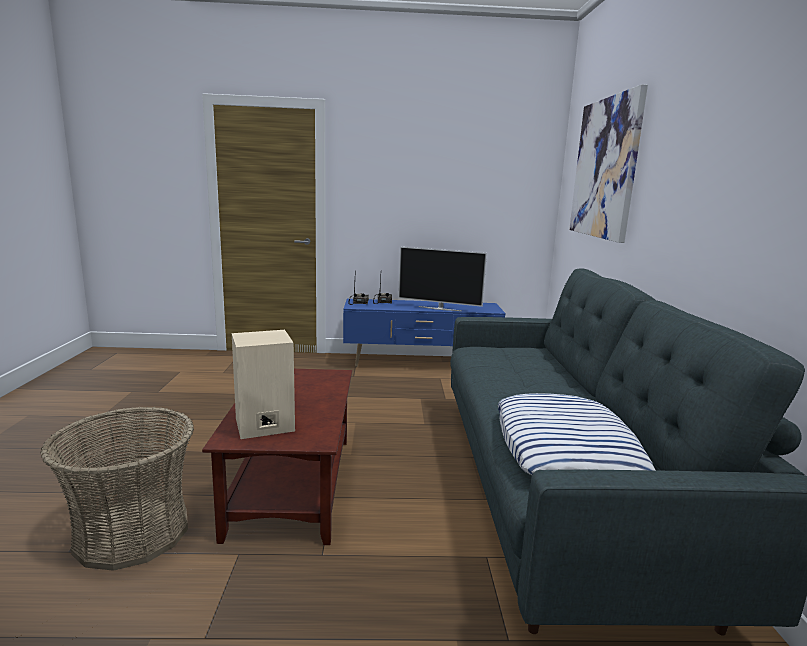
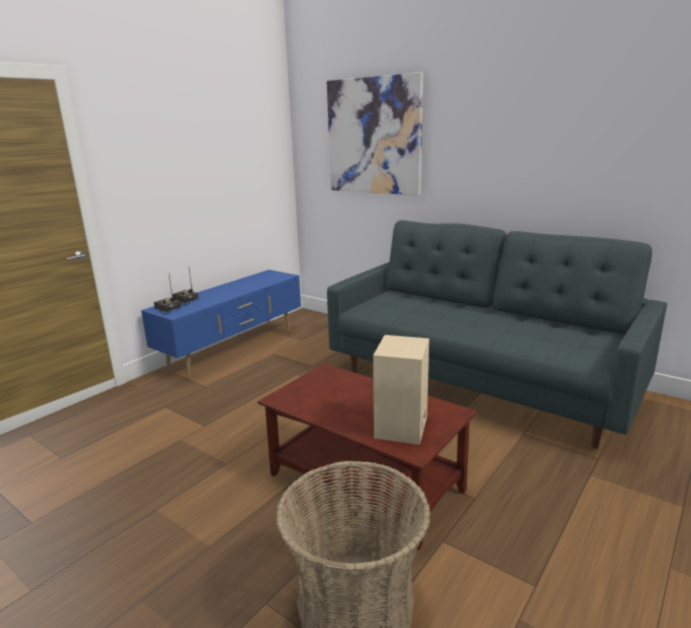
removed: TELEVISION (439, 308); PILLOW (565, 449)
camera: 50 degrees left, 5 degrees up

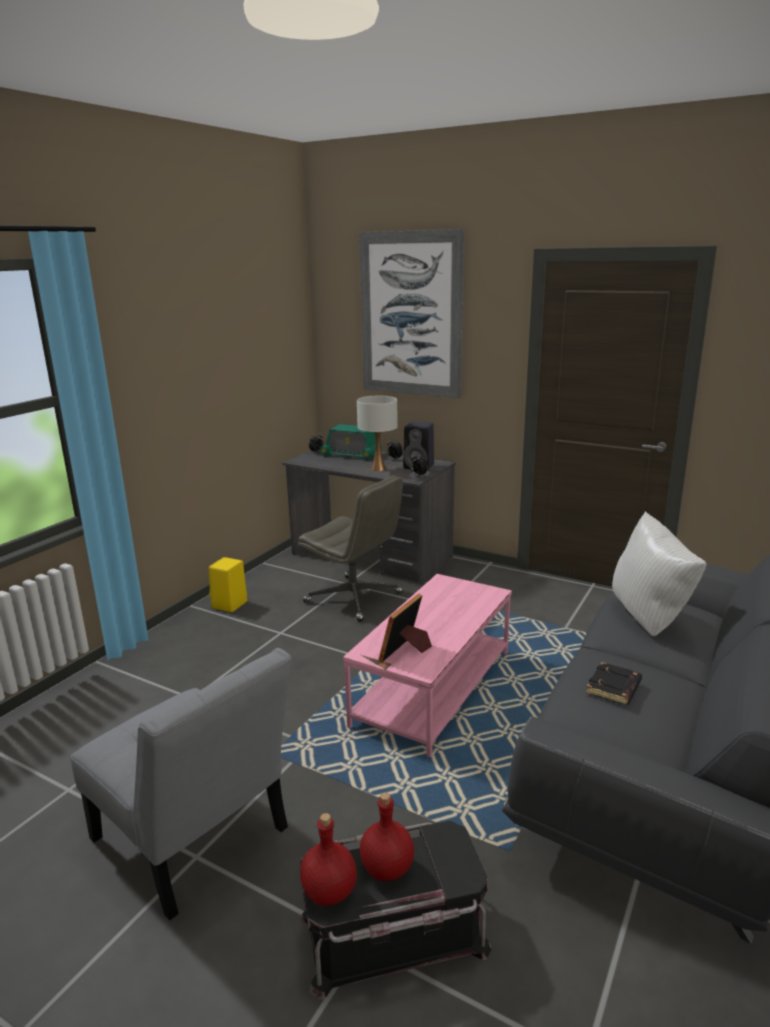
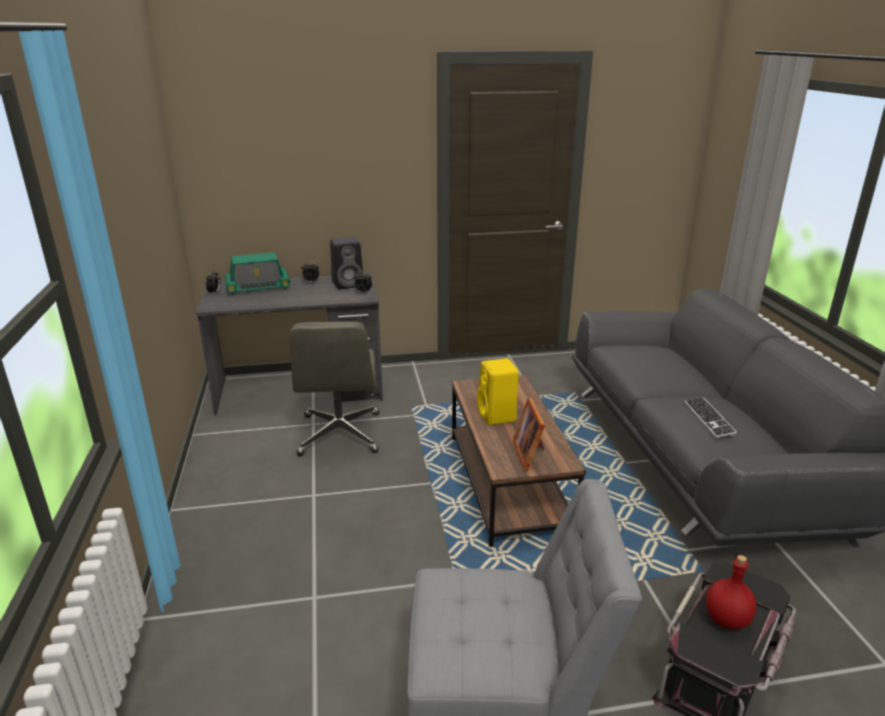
removed: RED BOTTLE (330, 892); WHITE TABLE LAMP (378, 468); PICTURE (411, 315); WHITE PILLOW (649, 617)
moved: YELLOW SPEAKER (229, 605) to (497, 416)
replaced: BLACK BOOK (614, 688) to KEYBOARD (709, 418)
recoloured: PINK COFFEE TABLE (434, 688) to BROWN COFFEE TABLE (509, 483)
turned: GREY OFFICE CHAIR (355, 598) = (340, 435) 90 degrees clockwise
camera: 40 degrees left, 5 degrees up

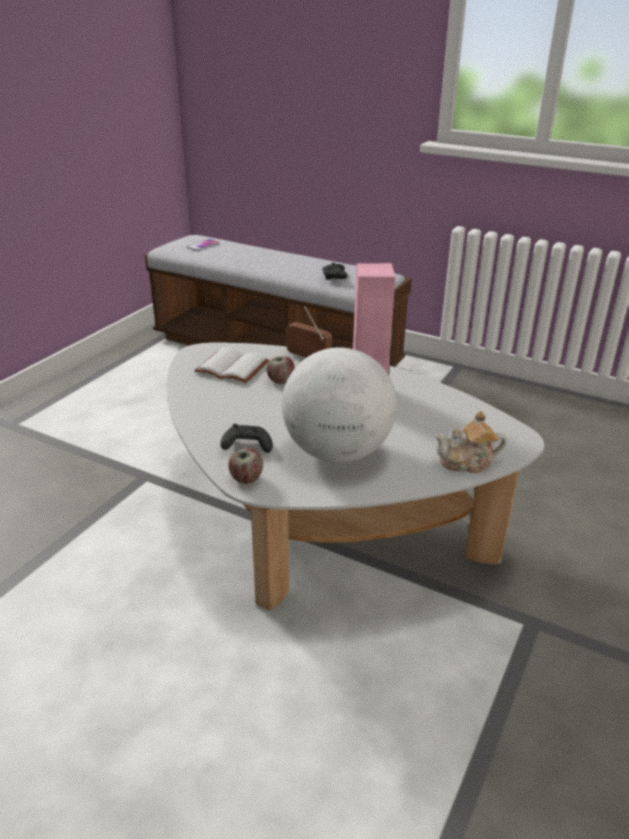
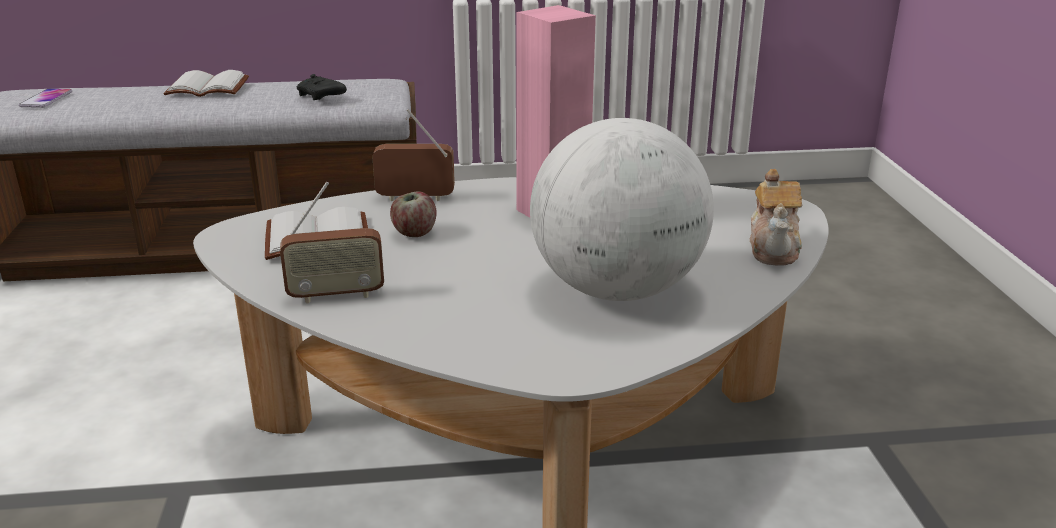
removed: BLACK GAME CONTROLLER (246, 446); APPLE (246, 479)
added: WHITE BOOK (209, 87); RADIO (336, 295)
turned: TEAPOT (467, 463) = (774, 248) 45 degrees counterclockwise
camera: 35 degrees left, 5 degrees down

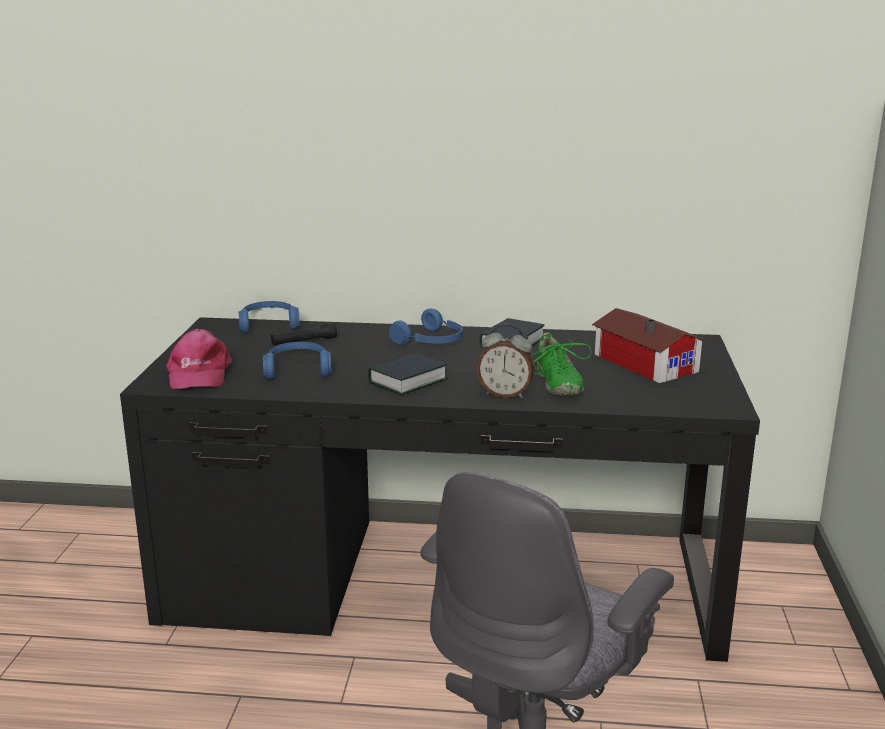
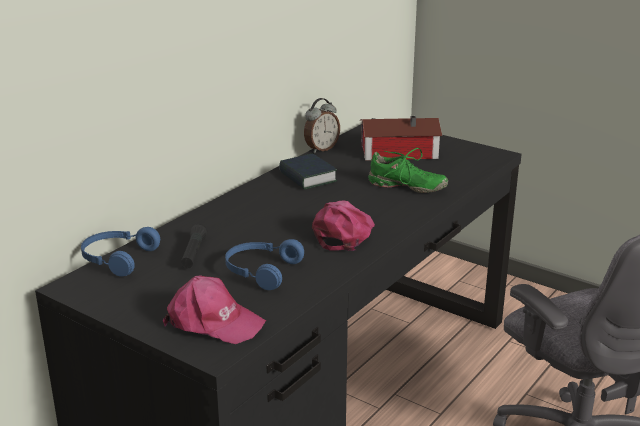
removed: BLUE HEADPHONES (431, 341)
moved: ALARM CLOCK (505, 394) to (321, 149)
replaced: BOOK (408, 381) to PINK CAP (344, 233)
camera: 60 degrees left, 5 degrees up

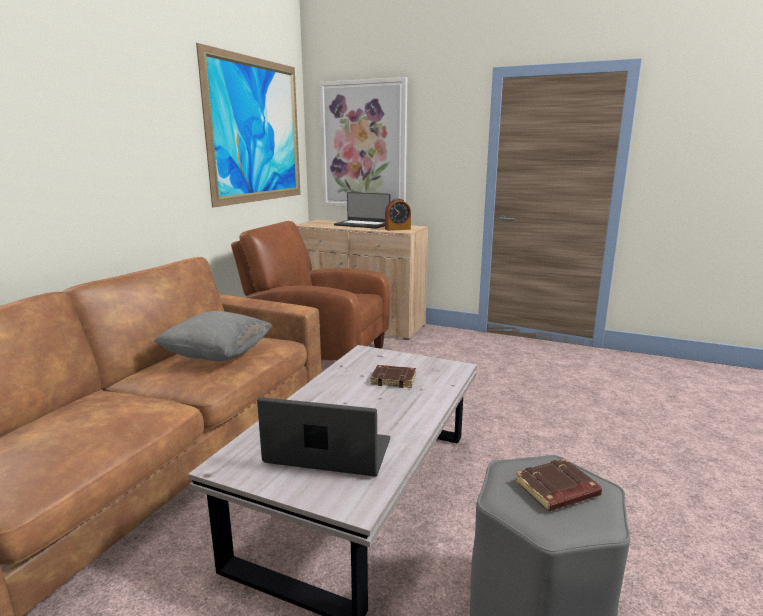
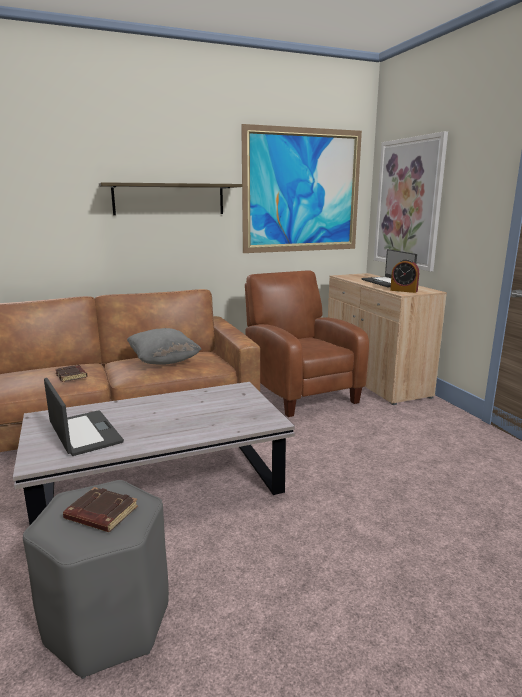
added: SHELF (169, 199)
moved: BROWN BOOK (394, 379) to (72, 376)
camera: 45 degrees right, 0 degrees up

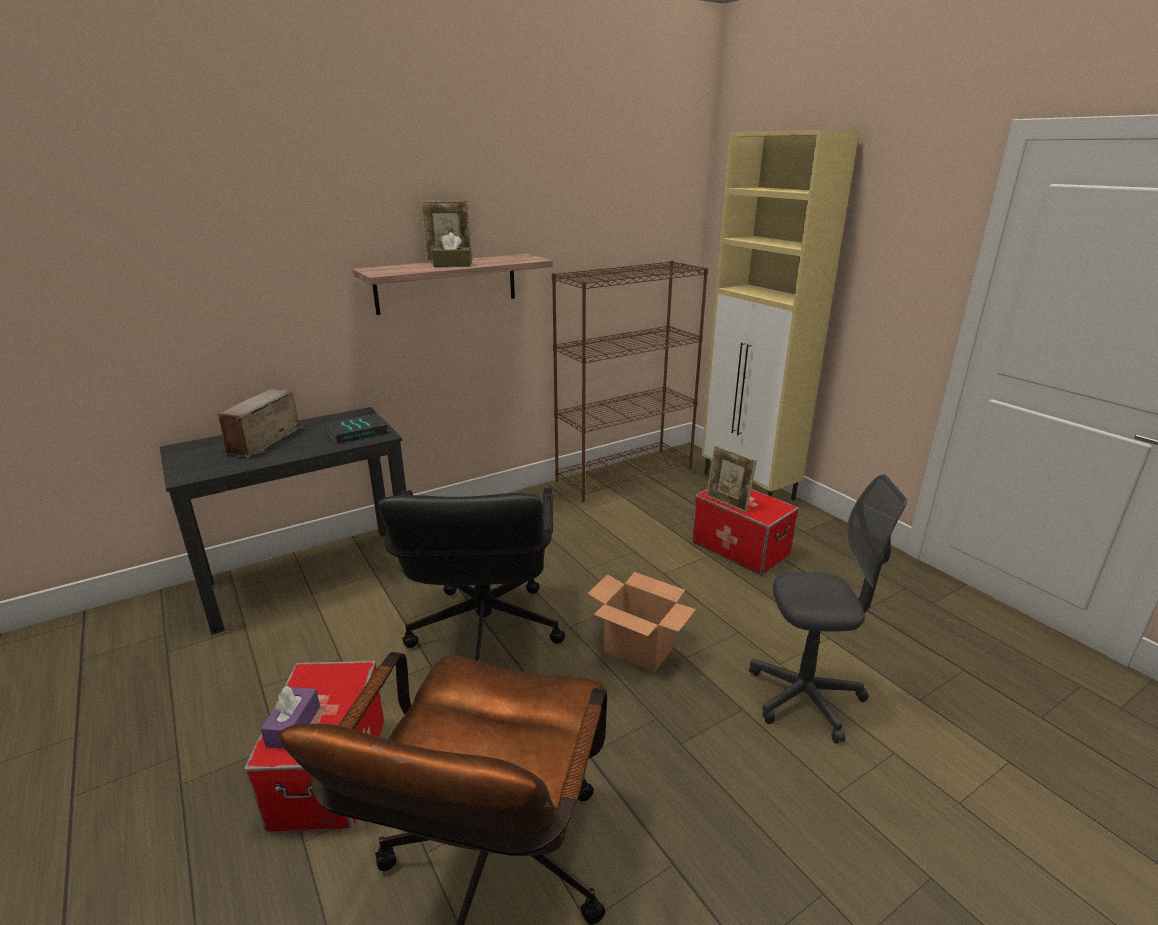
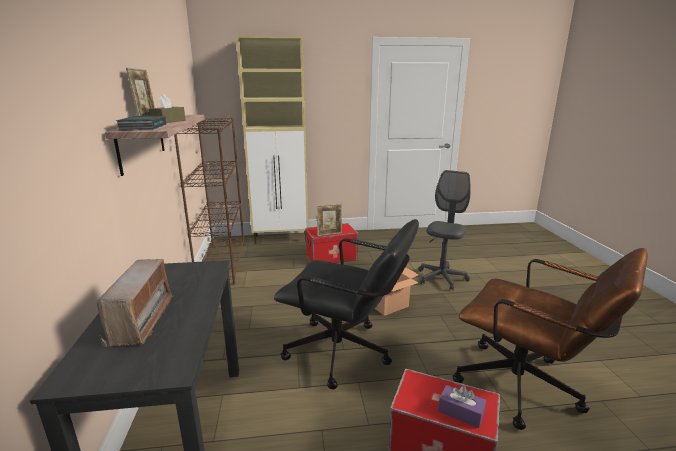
moved: BOOK (358, 432) to (142, 127)
turned: RADIO (264, 442) = (142, 320) 135 degrees counterclockwise
camera: 65 degrees left, 5 degrees down

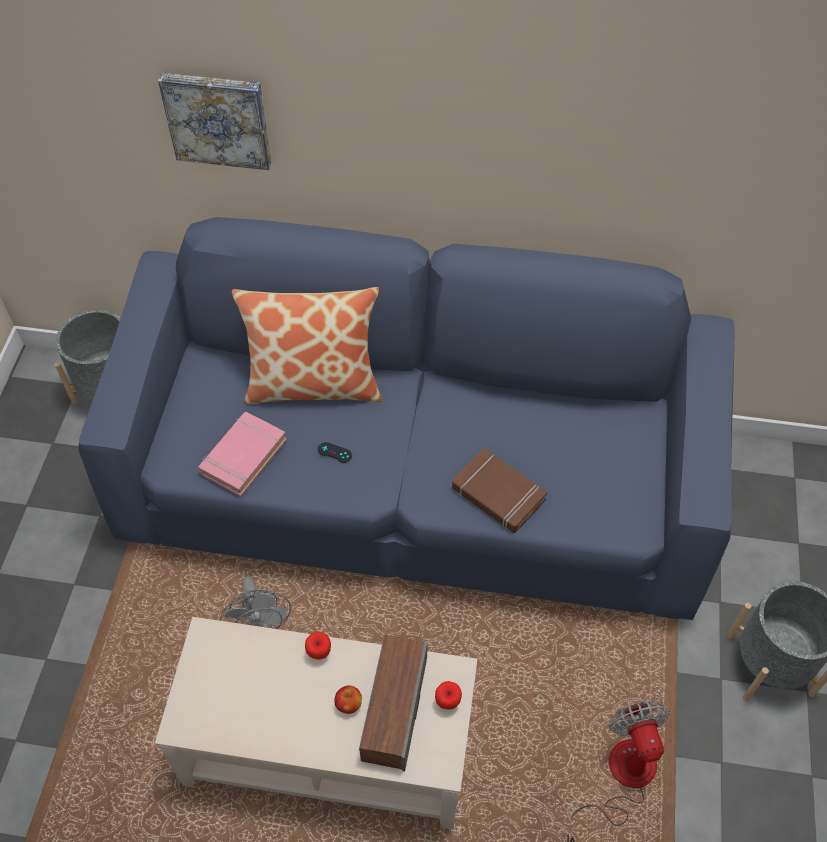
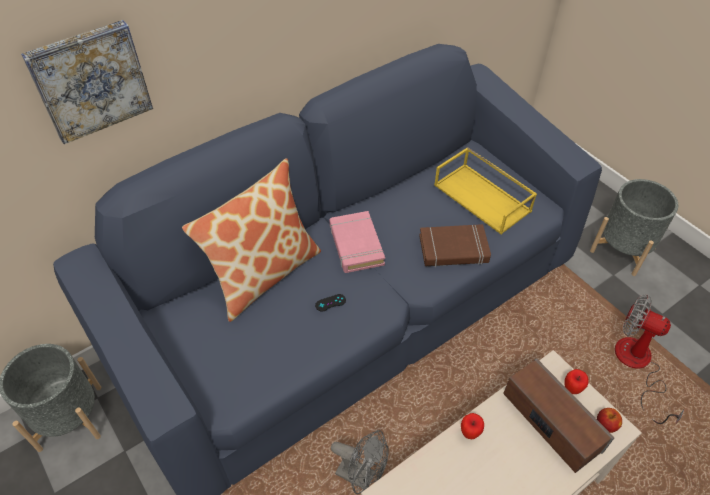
added: YELLOW TRAY (483, 198)
moved: PINK BOOK (243, 457) to (356, 245); APPLE (349, 704) to (605, 425)
camera: 45 degrees left, 5 degrees down

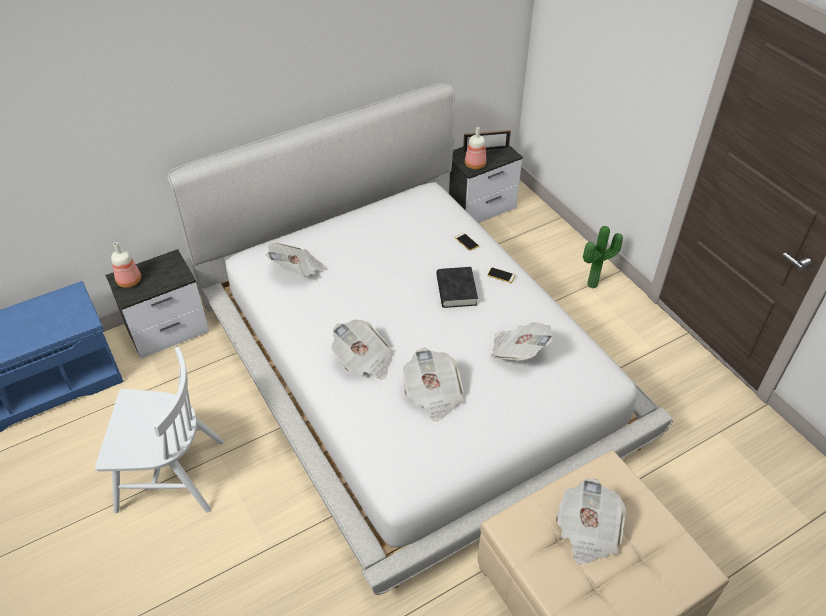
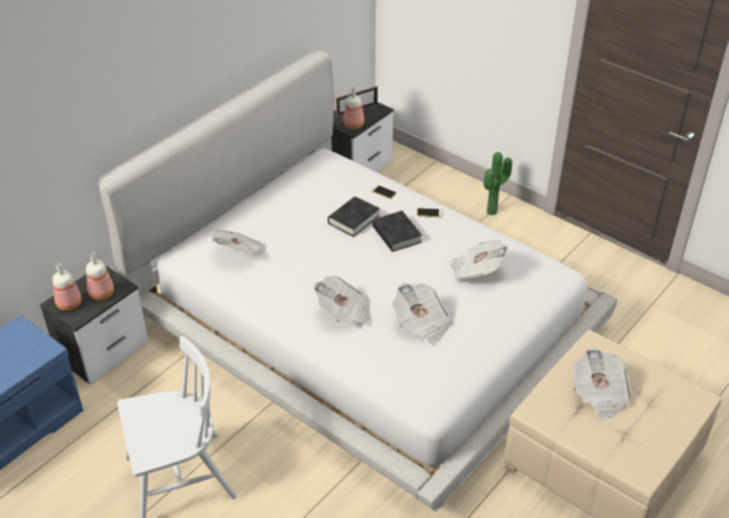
added: BOTTLE (102, 294); BLACK BOOK (353, 219)
camera: 20 degrees left, 5 degrees down

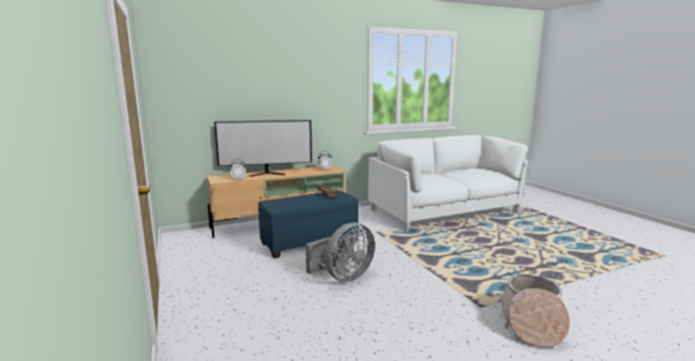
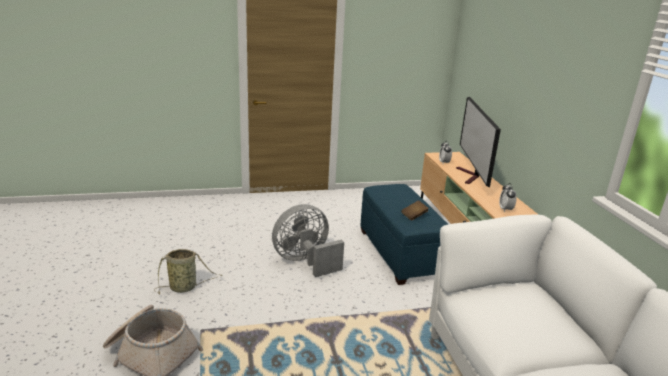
added: BASKET (185, 287)
turned: GREY FAN (343, 277) = (305, 262) 90 degrees clockwise
camera: 100 degrees right, 10 degrees up

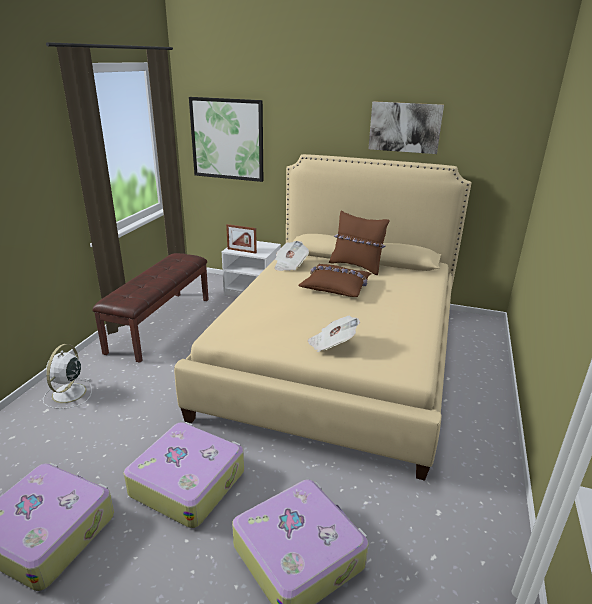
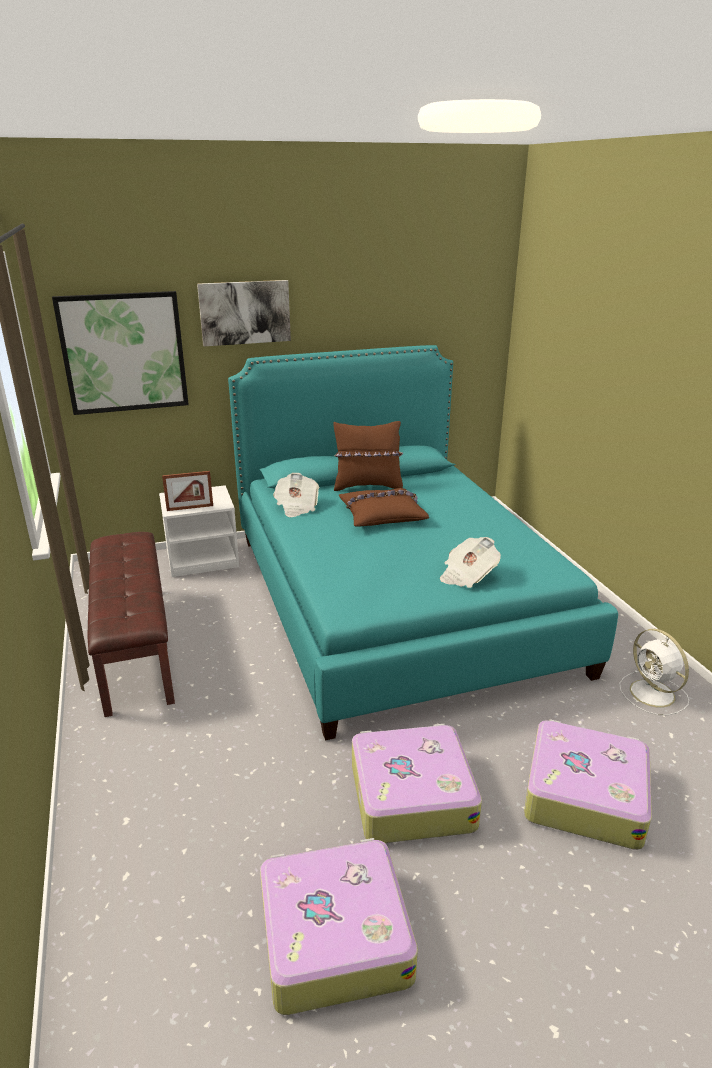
moved: PICTURE (405, 127) to (245, 312); WHITE FAN (68, 394) to (653, 694)
recoloured: BEIGE BED (337, 356) to TURQUOISE BED (394, 600)
camera: 35 degrees left, 0 degrees up

